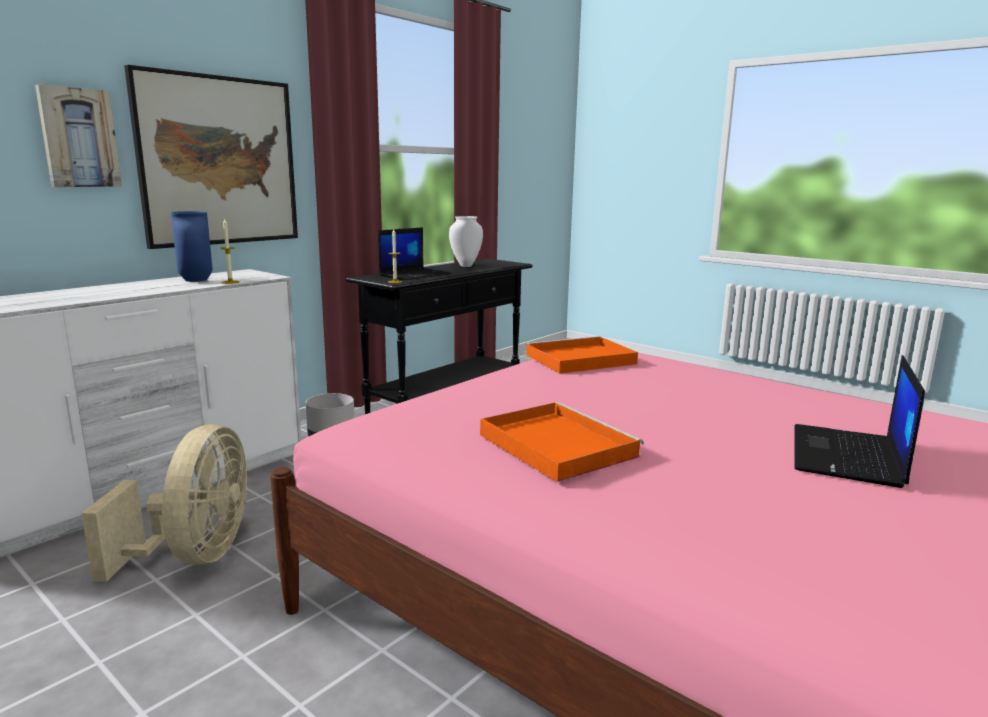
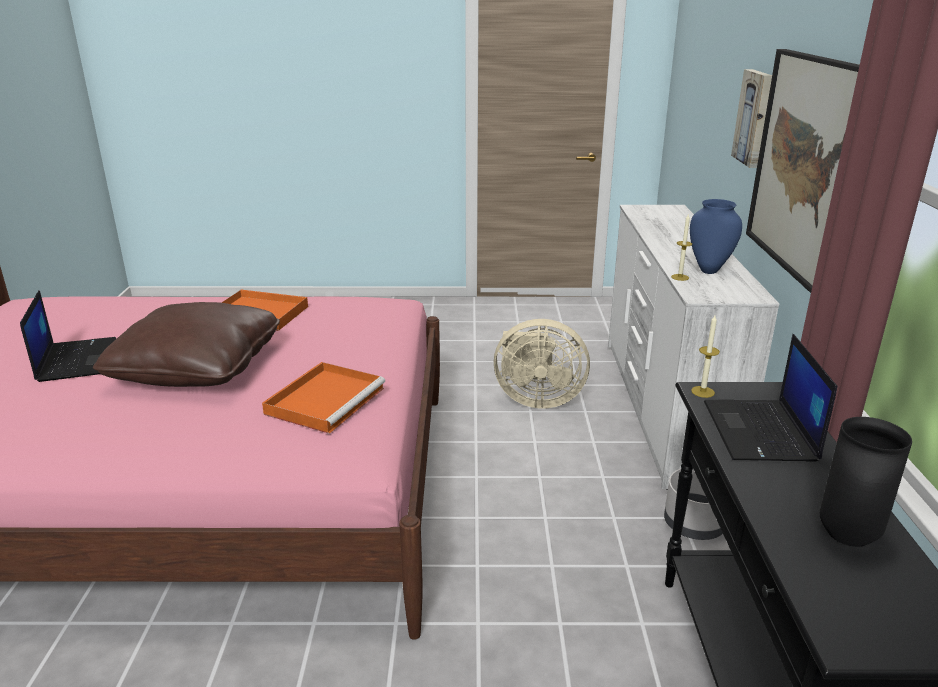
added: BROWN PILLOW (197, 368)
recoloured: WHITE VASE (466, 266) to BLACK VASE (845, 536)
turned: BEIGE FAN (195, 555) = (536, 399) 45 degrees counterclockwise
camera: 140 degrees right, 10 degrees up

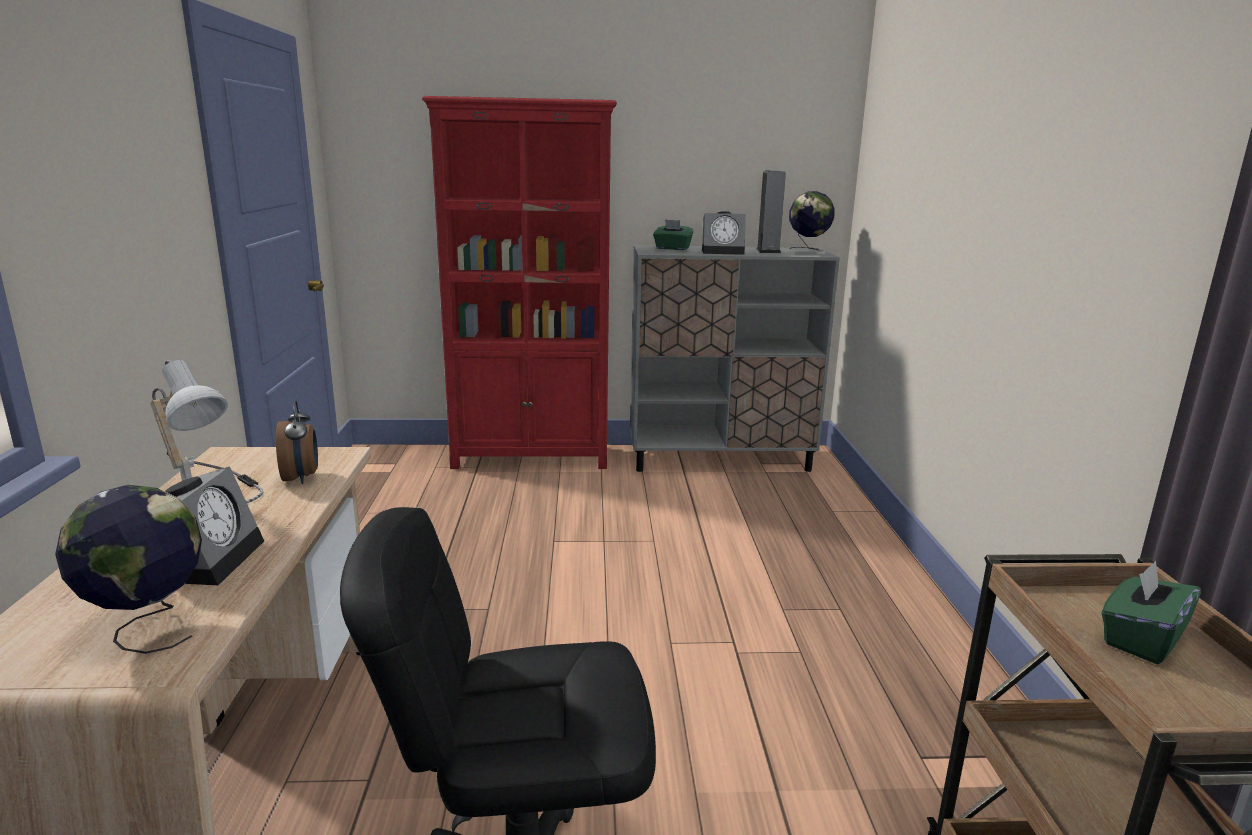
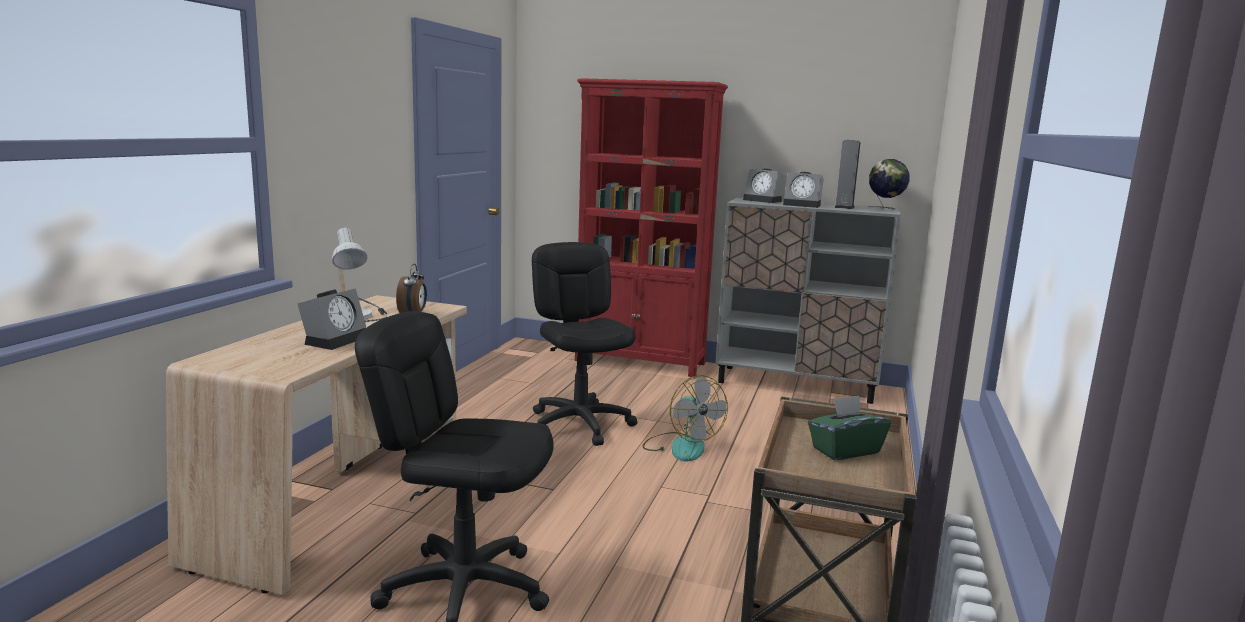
removed: GLOBE (148, 628)
added: BLACK OFFICE CHAIR (580, 424); FAN (681, 446)
replaced: GREEN TISSUE BOX (672, 248) to ALARM CLOCK (764, 200)
camera: 20 degrees right, 5 degrees down

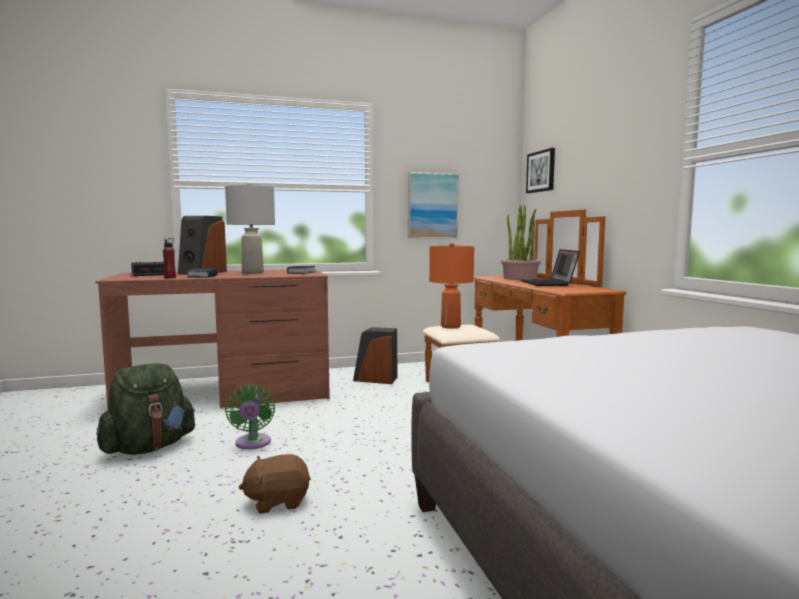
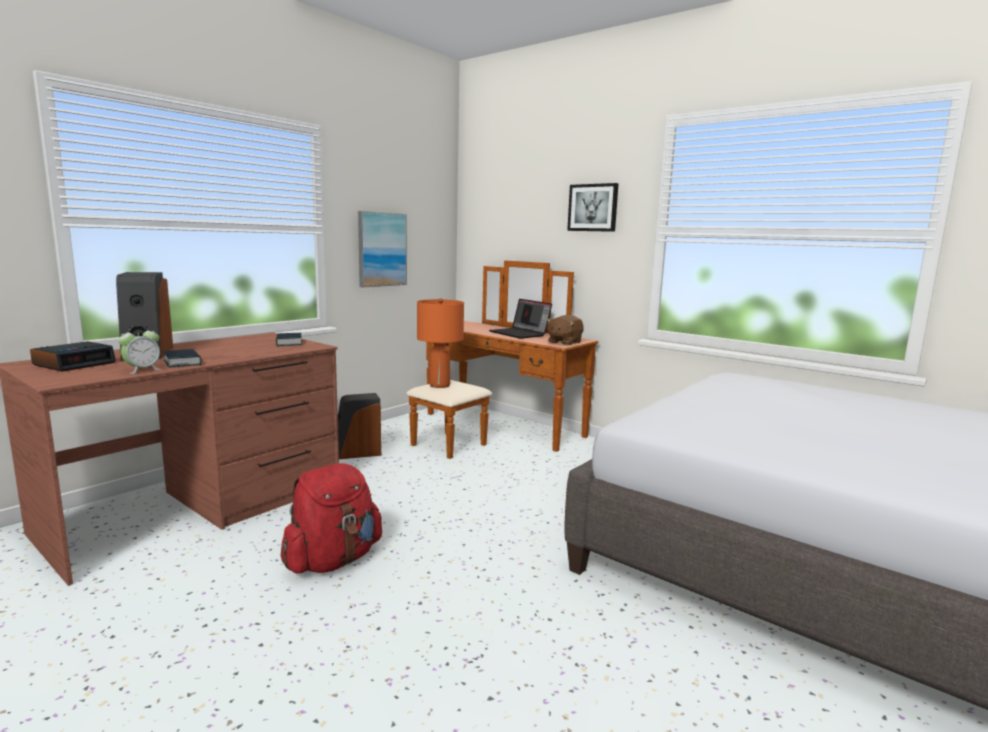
removed: GREEN BACKPACK (149, 448); GREY TABLE LAMP (252, 273); POTTED PLANT (520, 278)
moved: BROWN PLUSH TOY (277, 501) to (564, 342); PICTURE (541, 171) to (593, 207)
replaced: RED BOTTLE (170, 277) to ALARM CLOCK (142, 370); GREEN FAN (252, 444) to RED BACKPACK (333, 560)
camera: 35 degrees left, 5 degrees up

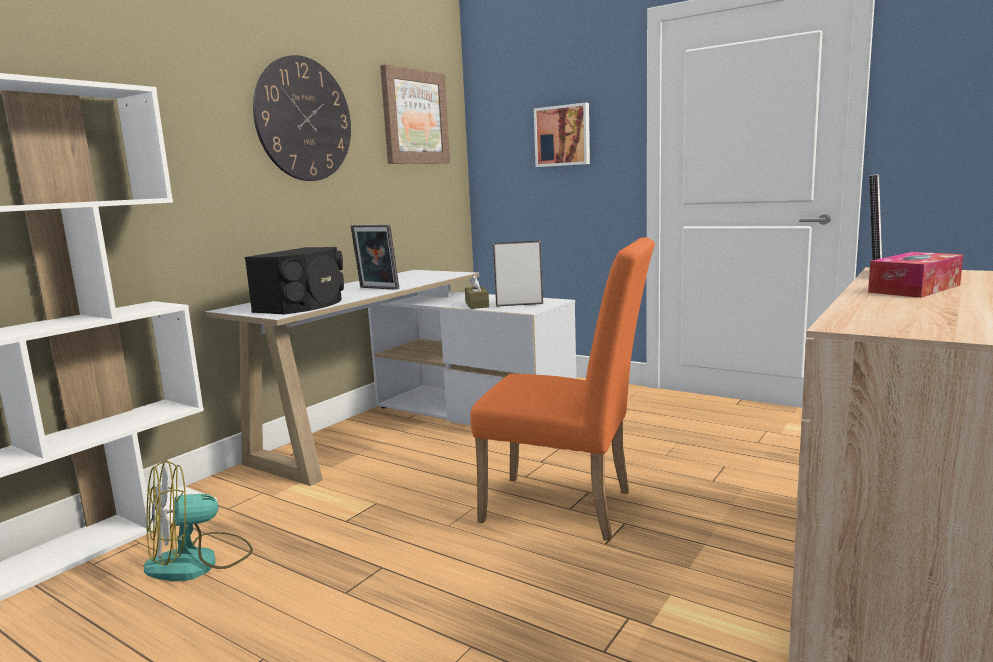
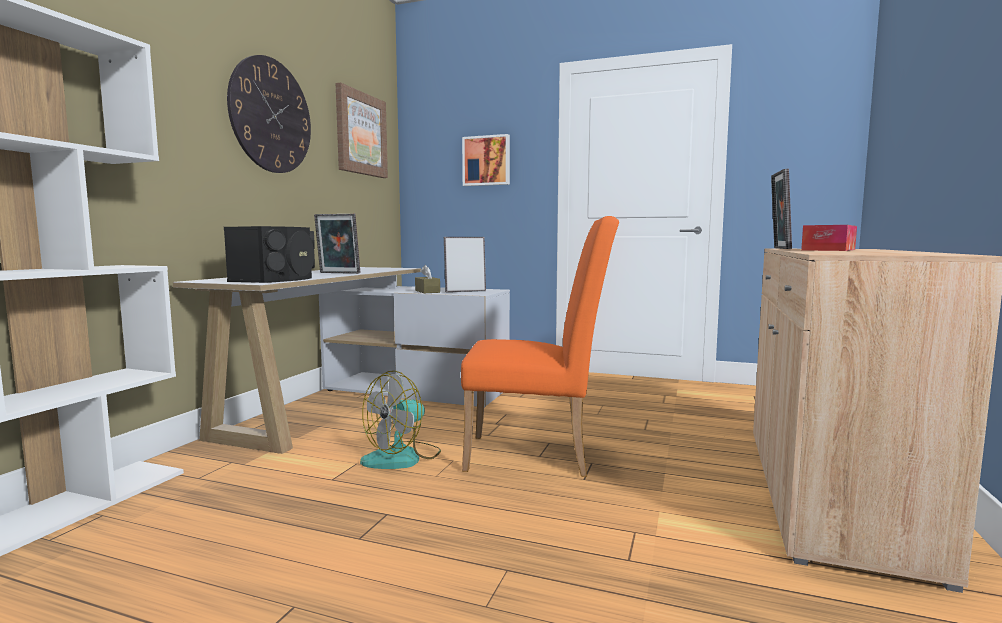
moved: FAN (199, 561) to (402, 457)
camera: 15 degrees left, 5 degrees down

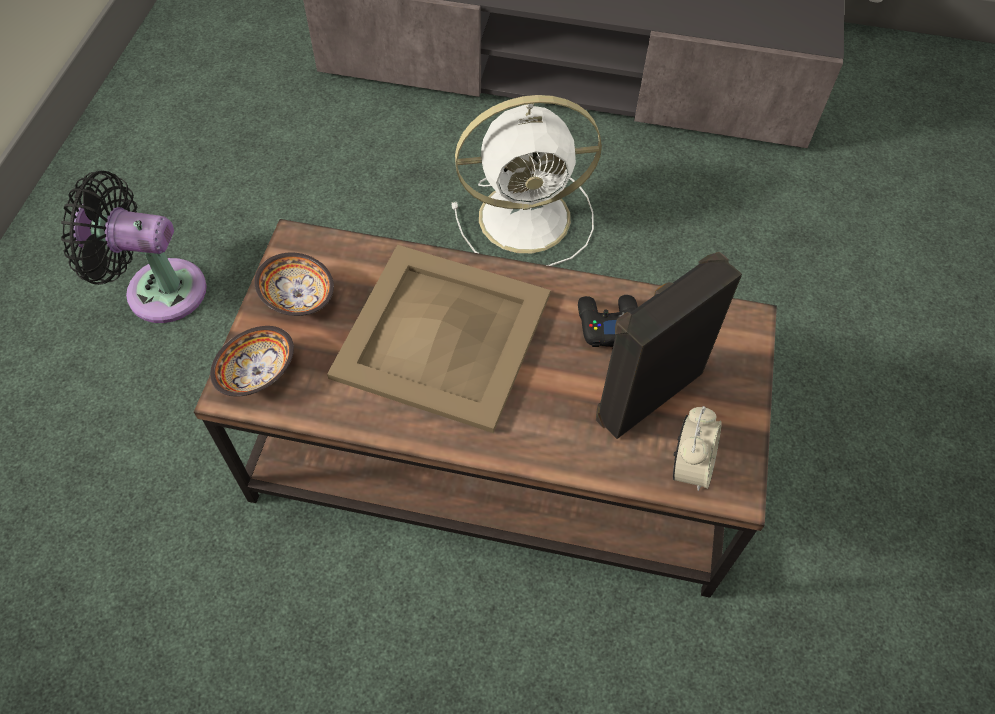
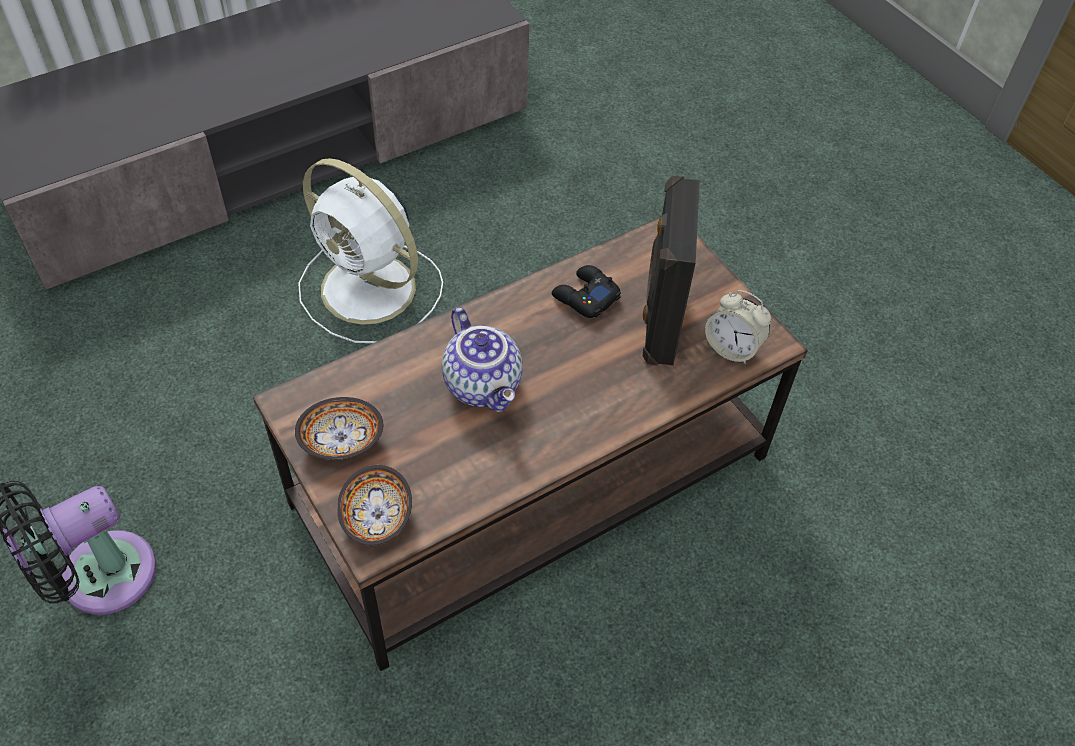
replaced: BEIGE TRAY (444, 334) to TEAPOT (484, 385)
turned: WHITE FAN (529, 217) = (372, 291) 90 degrees clockwise; ALARM CLOCK (690, 466) = (732, 348) 150 degrees clockwise
camera: 45 degrees left, 5 degrees down

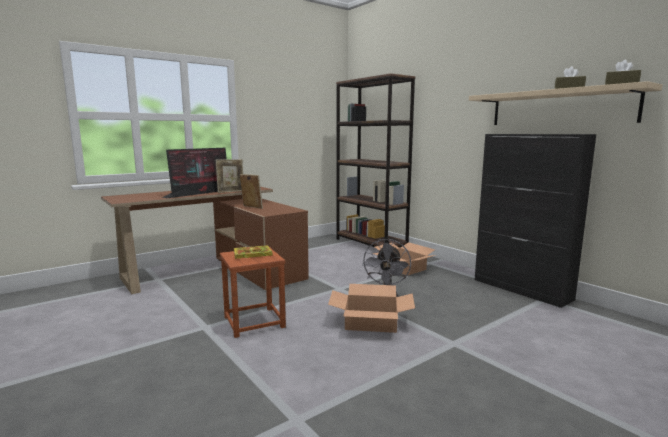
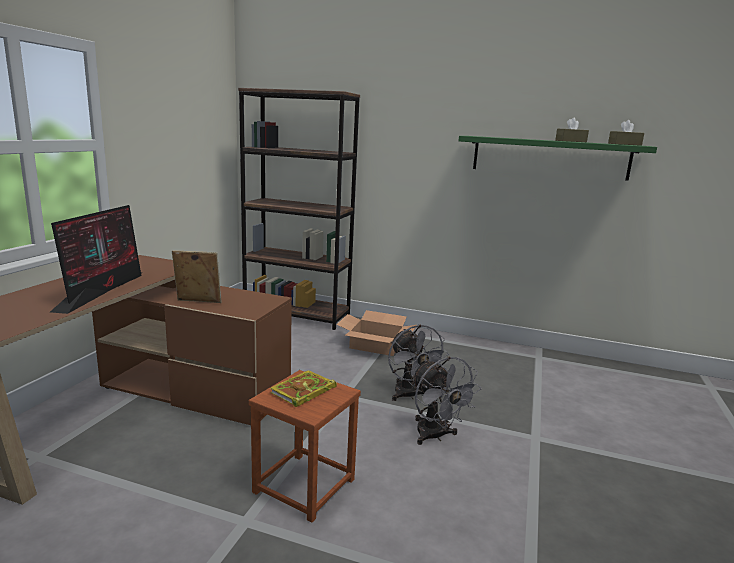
removed: PICTURE FRAME (231, 192); BLACK CABINET (522, 289)
replaced: CARDBOARD BOX (371, 322) to GREY FAN (435, 436)
recoloured: BEIGE SHELF (559, 108) to GREEN SHELF (550, 157)
camera: 35 degrees left, 5 degrees up

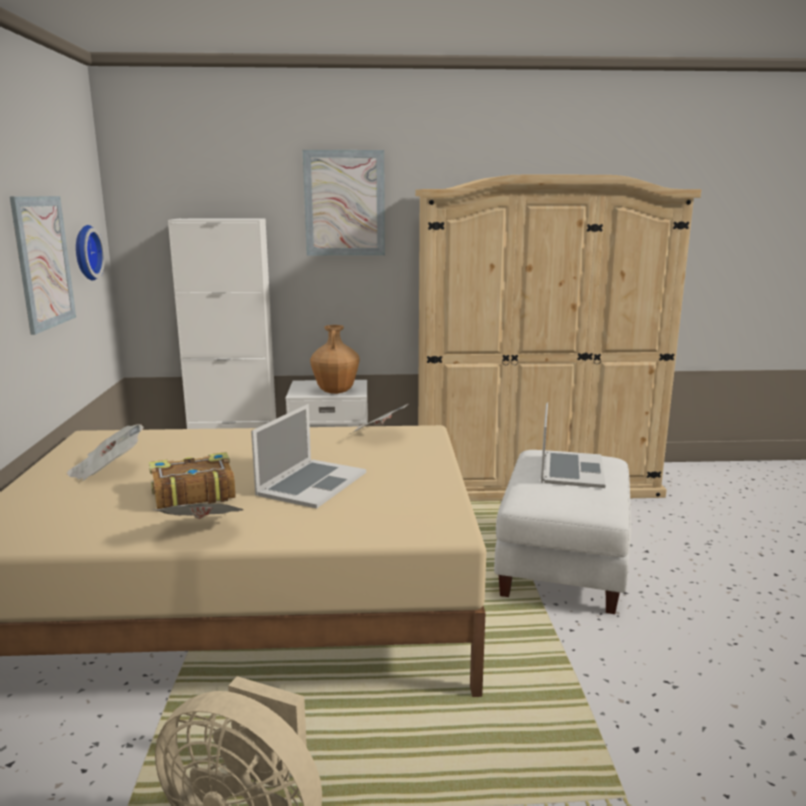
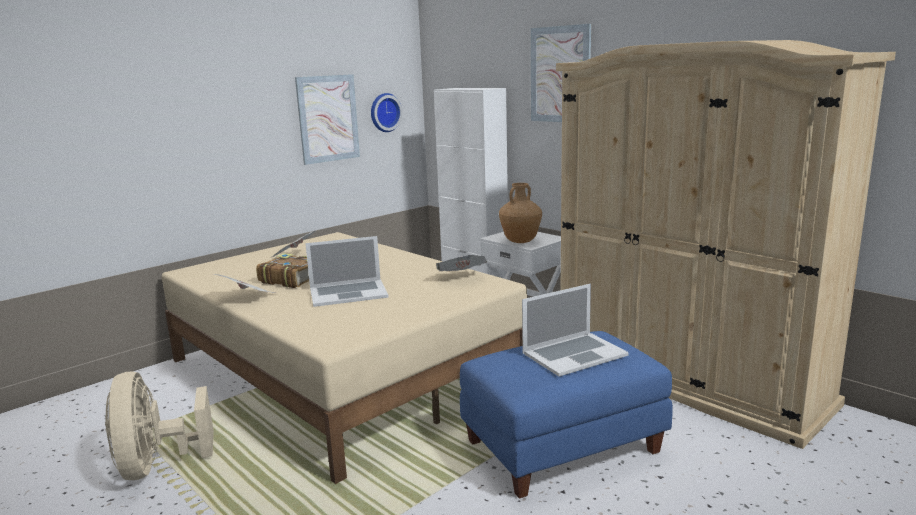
recoloured: WHITE OTTOMAN (561, 563) to BLUE OTTOMAN (562, 445)
camera: 50 degrees right, 0 degrees up

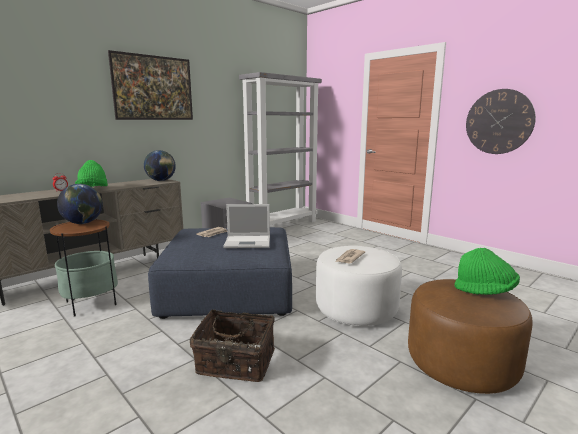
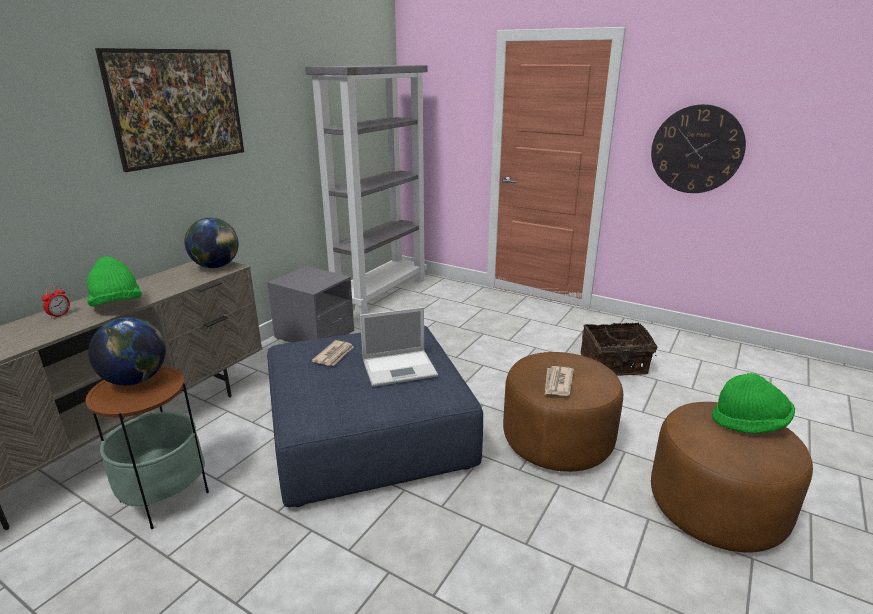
moved: BASKET (235, 363) to (614, 365)
recoloured: WHITE OTTOMAN (356, 309) to BROWN OTTOMAN (557, 441)
camera: 15 degrees left, 10 degrees up

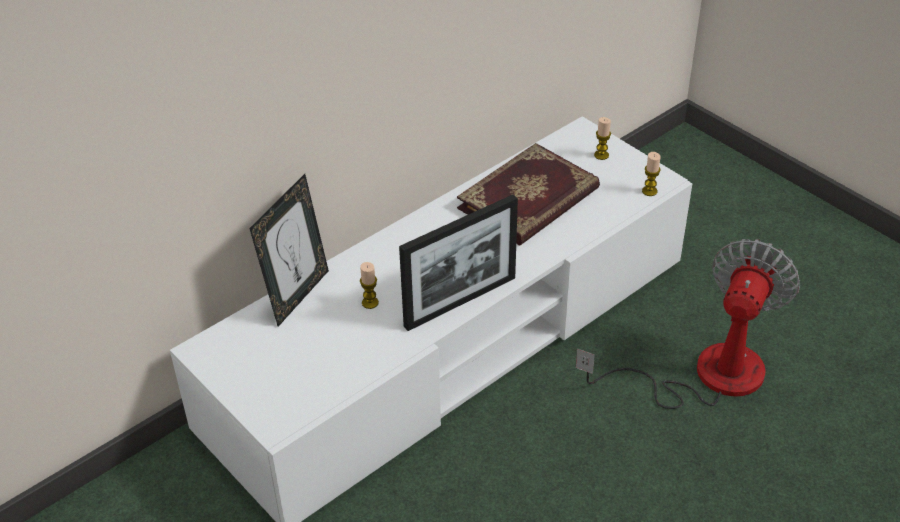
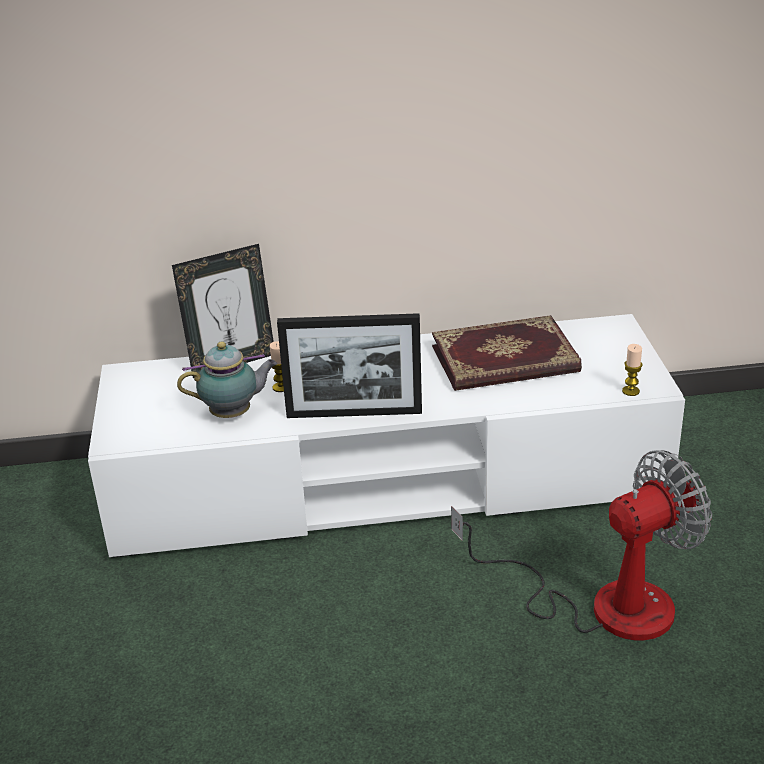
removed: CANDLE (601, 155)
added: TEAPOT (234, 414)
camera: 35 degrees right, 10 degrees down

